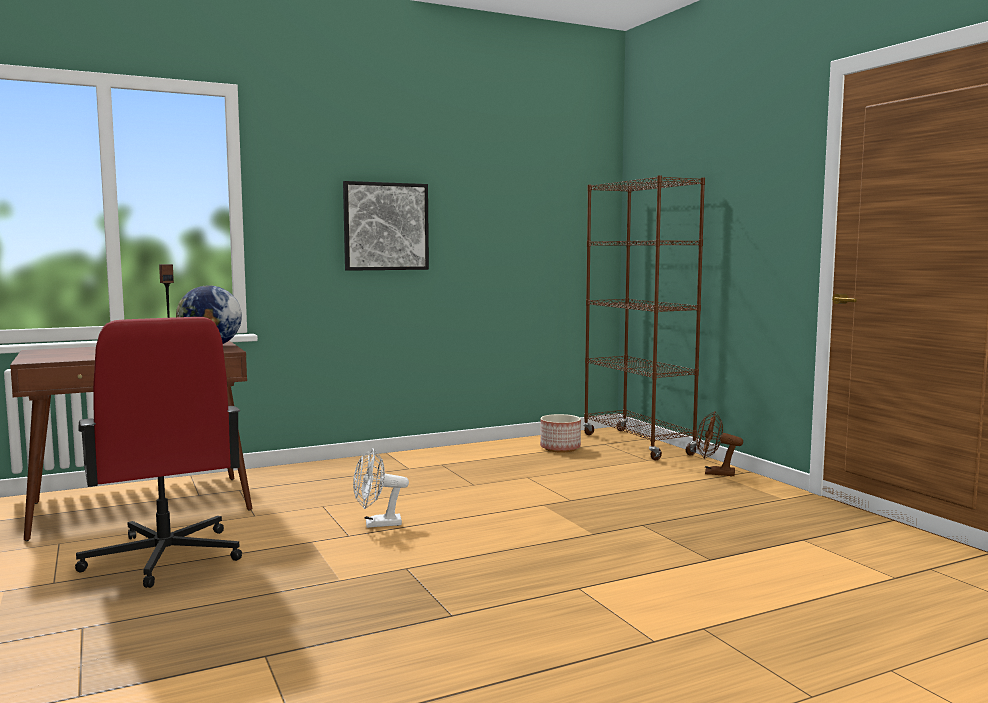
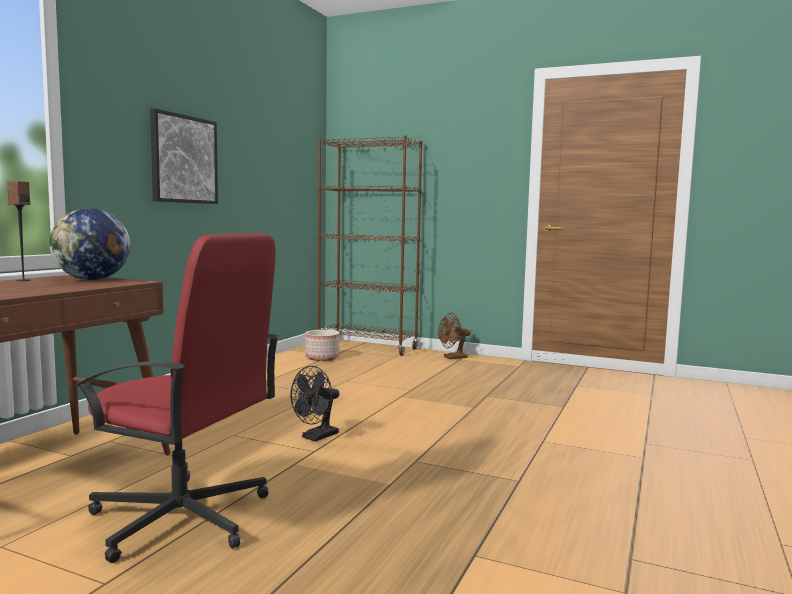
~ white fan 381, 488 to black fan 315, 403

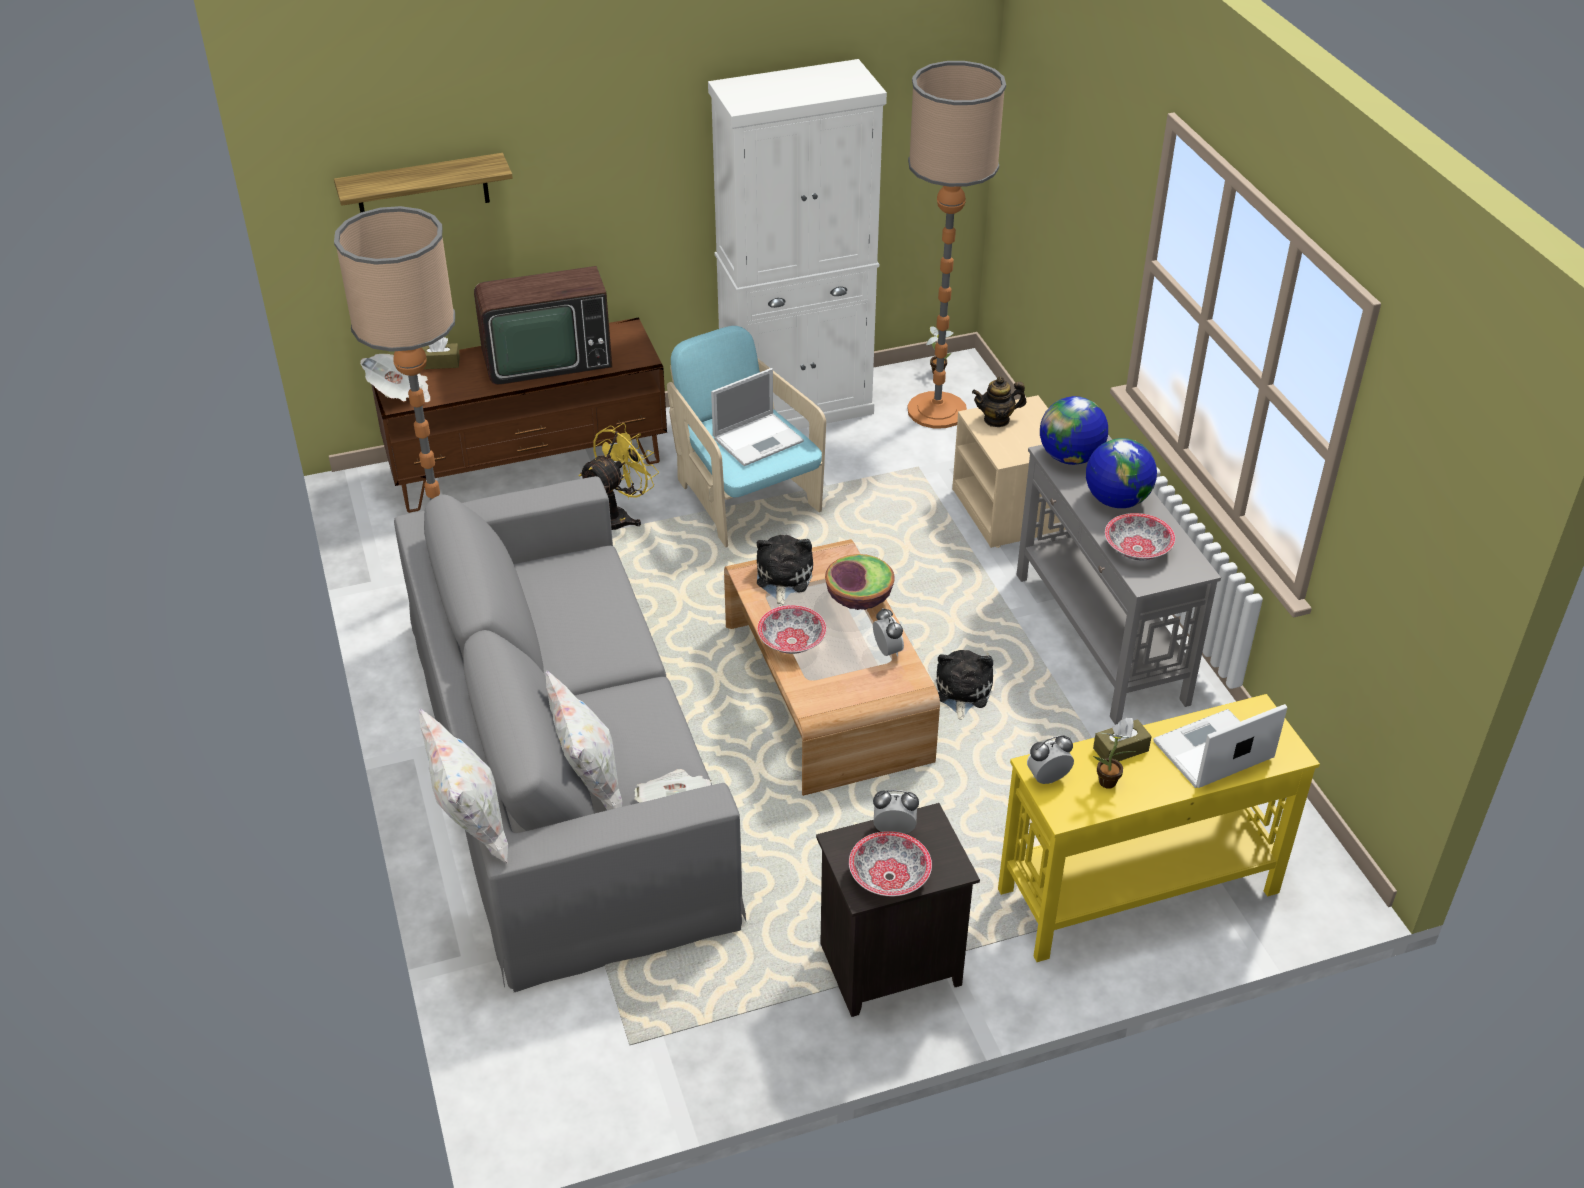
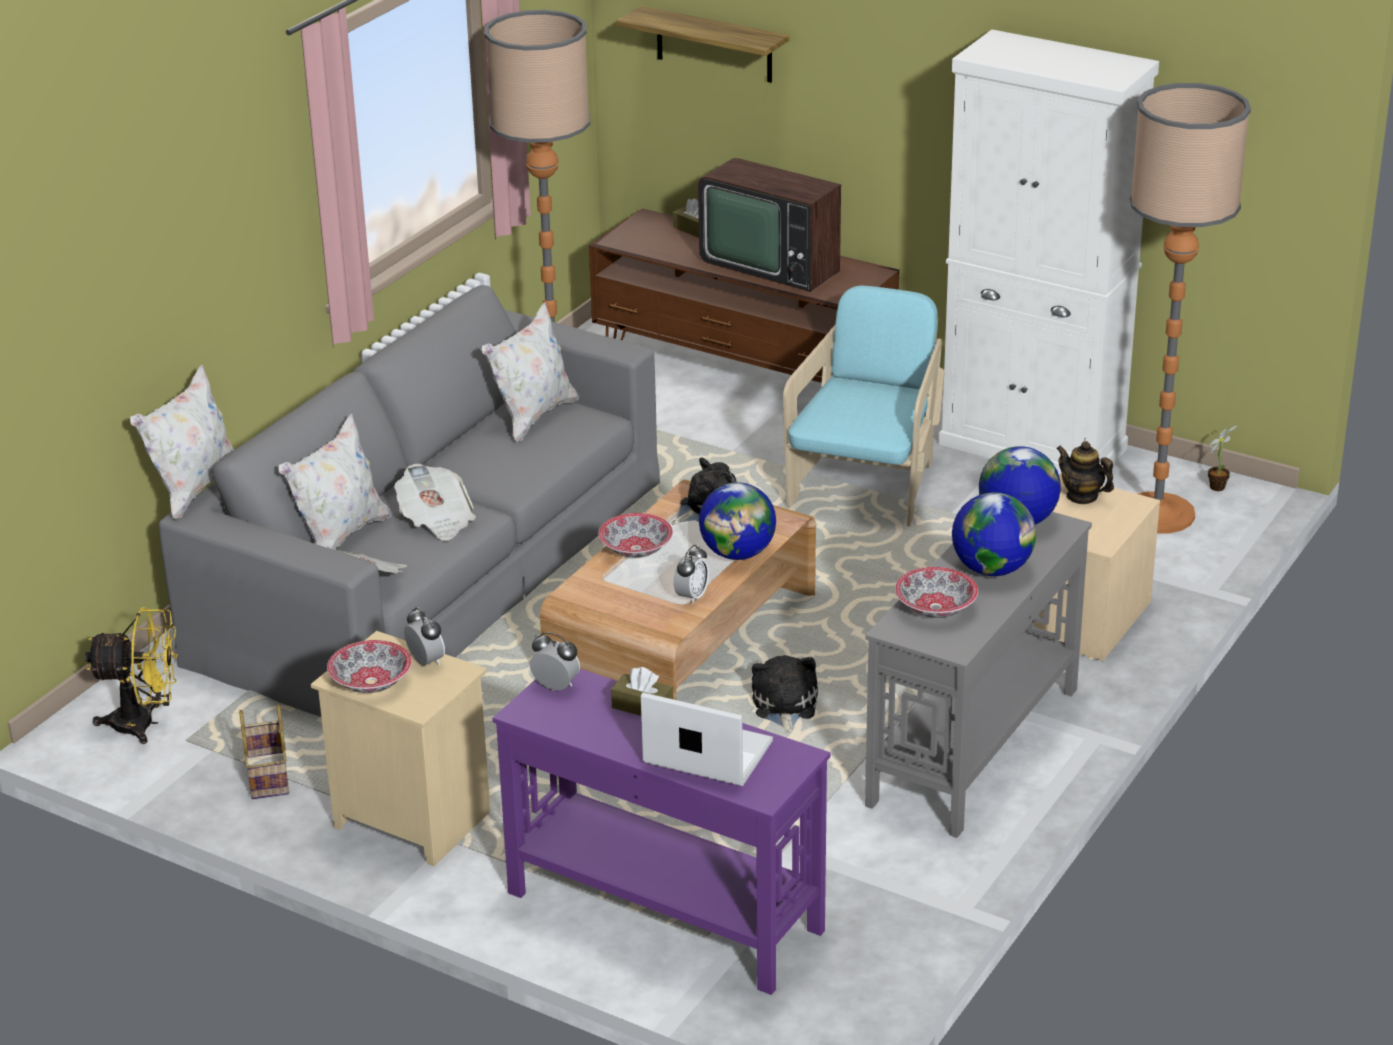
~ newspaper 395, 378 to 435, 502
~ yellow fan 619, 476 to 131, 675
- laptop 757, 417
~ black nightstand 898, 910 to beige nightstand 401, 748
~ bowl 860, 582 to globe 737, 521
~ plush toy 964, 685 = 785, 694 60 degrees counterclockwise
~ yellow console table 1159, 828 to purple console table 661, 832
- potted plant 1116, 761
+ basket 264, 752
+ white pillow 530, 372

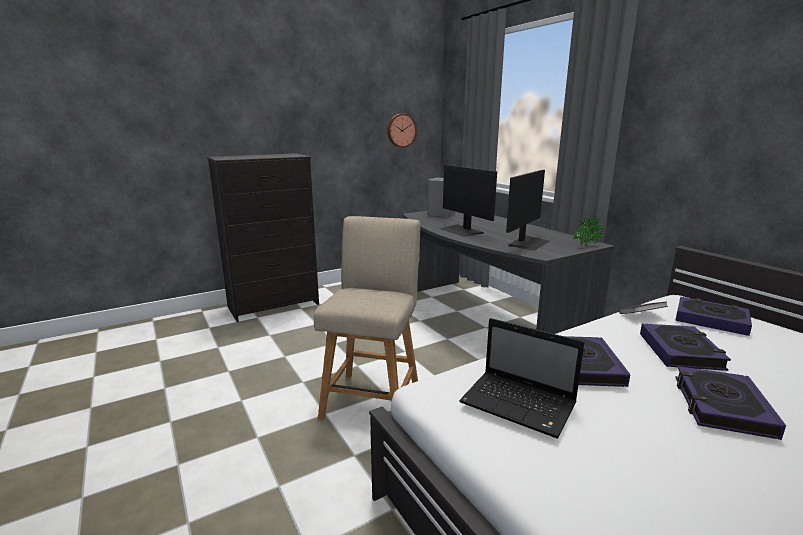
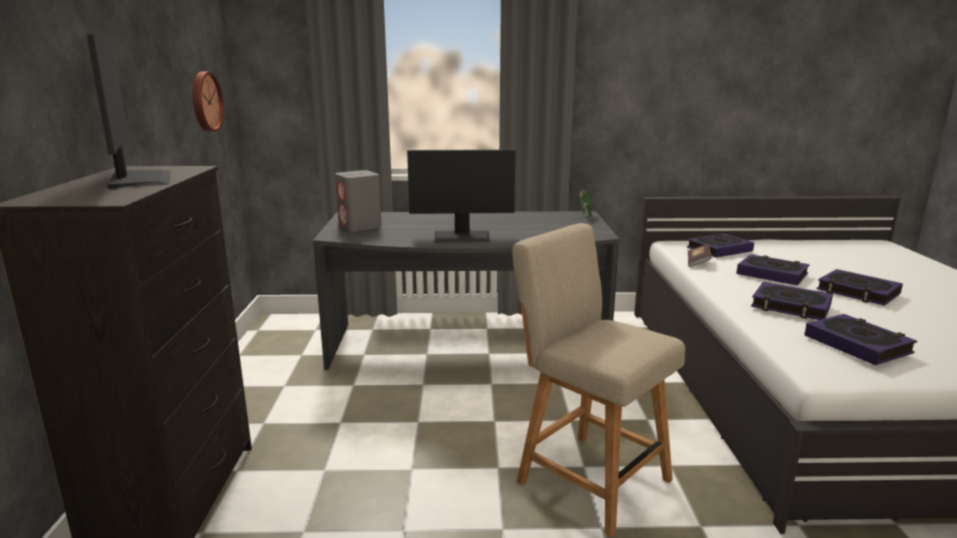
~ laptop 521, 378 to book 860, 339
~ monitor 528, 210 to 128, 111

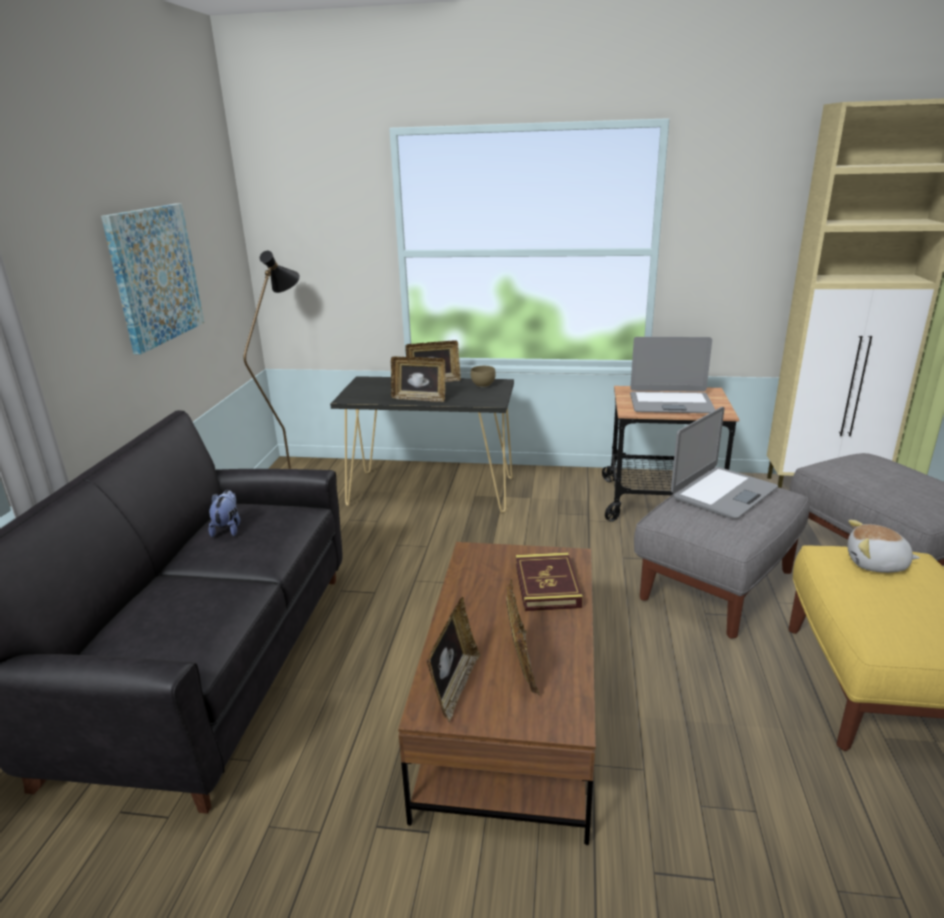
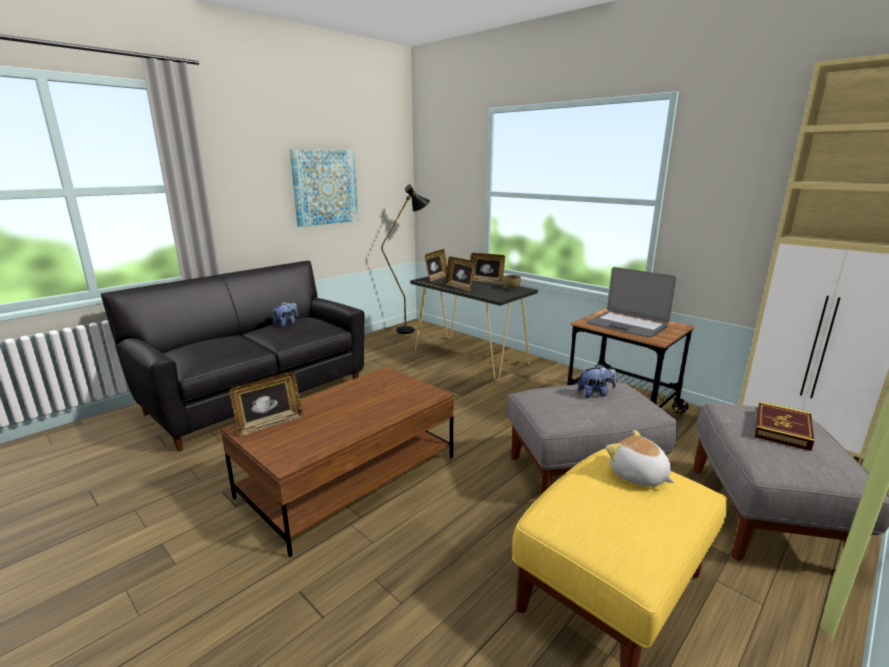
~ picture frame 523, 637 to 436, 265
~ book 549, 581 to 784, 426
~ laptop 724, 463 to plush toy 597, 381

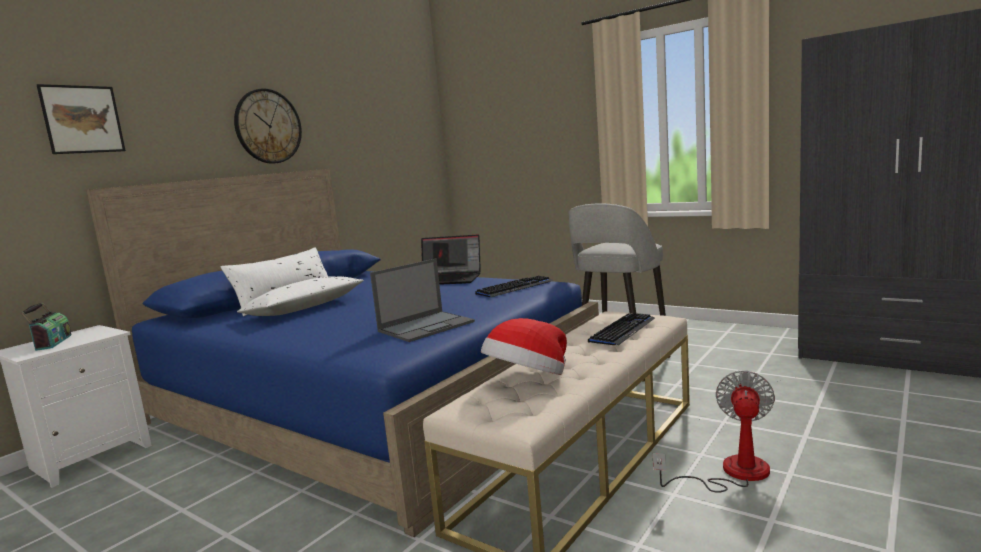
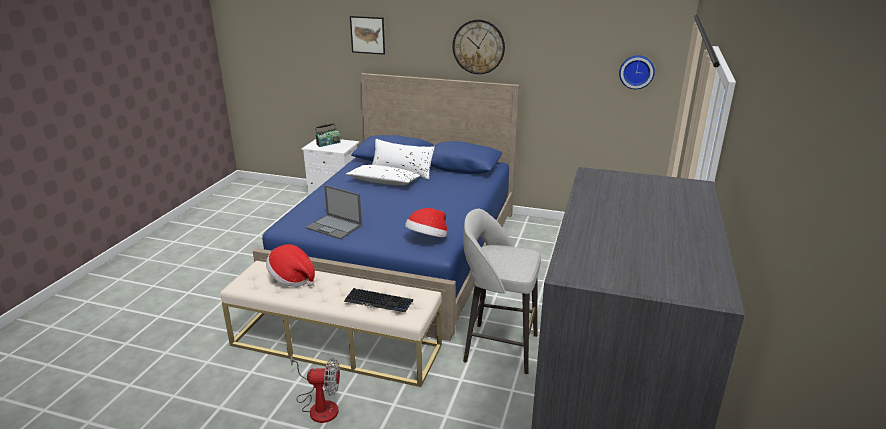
- laptop 451, 259
~ keyboard 514, 286 to hat 426, 222
+ wall clock 637, 72

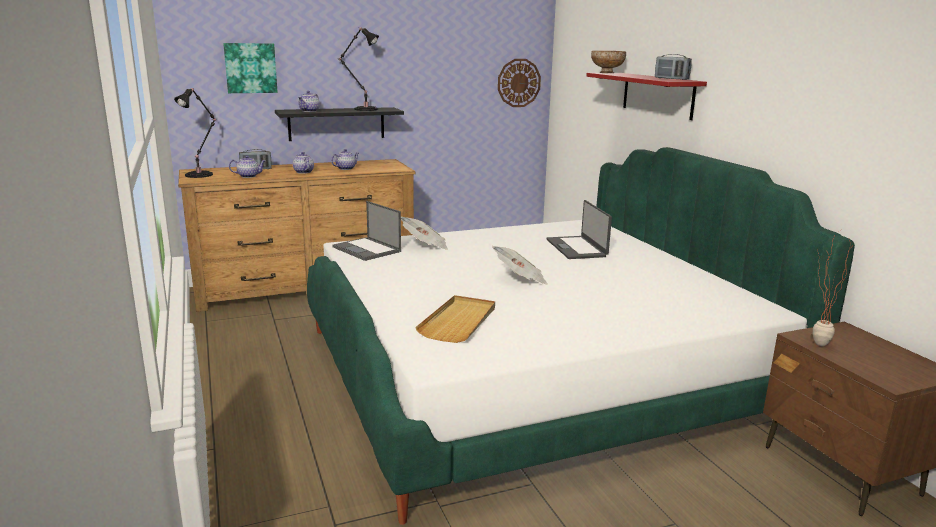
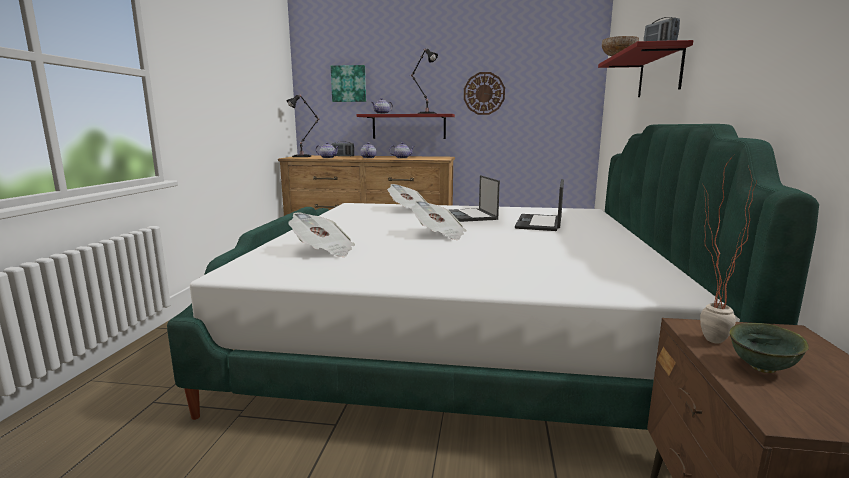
~ black shelf 339, 124 to red shelf 405, 126
~ laptop 367, 231 to 474, 198
~ beige tray 455, 319 to newspaper 322, 235
~ wall clock 519, 83 to 484, 93
+ green bowl 769, 348

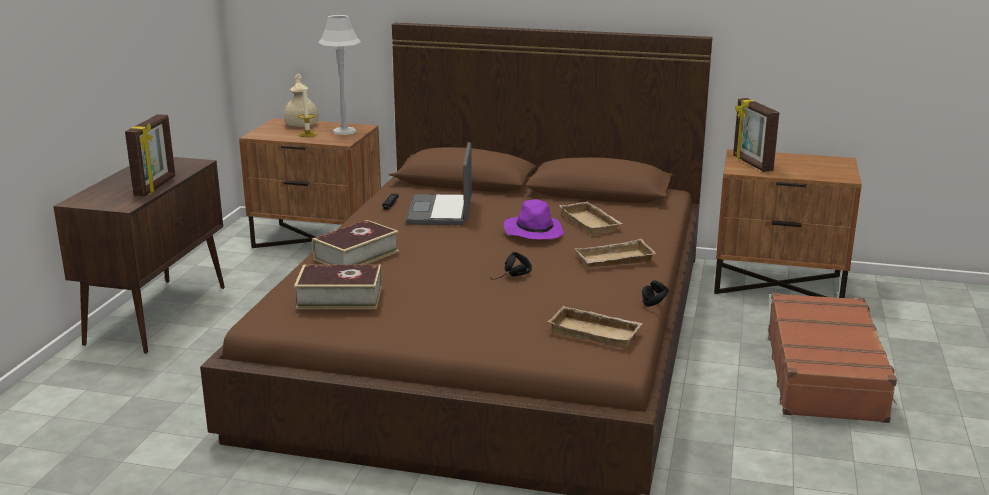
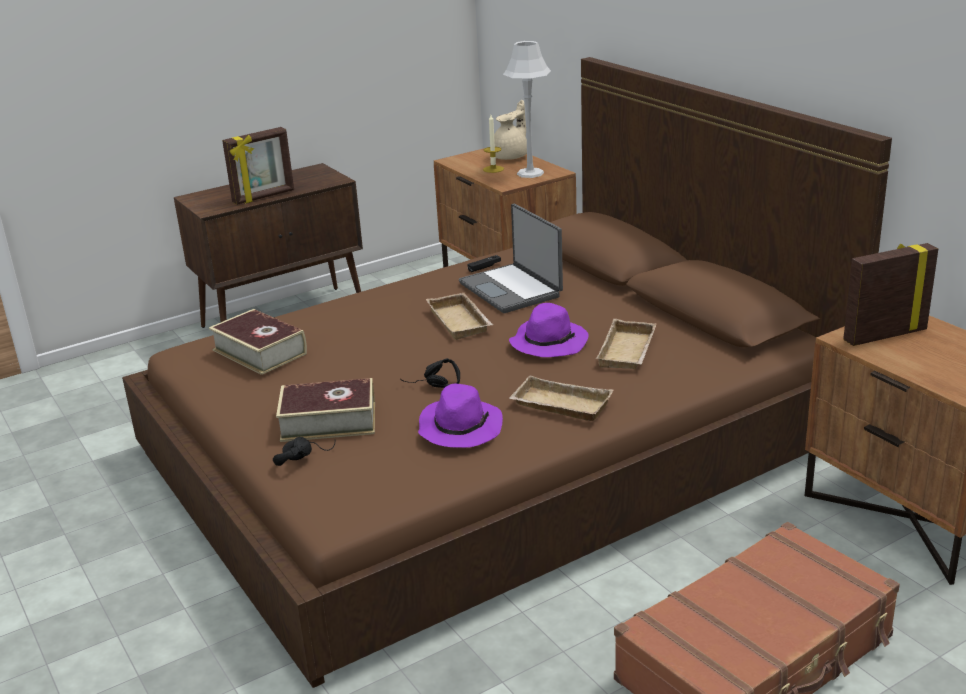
~ book 355, 242 to 325, 410
~ laptop 439, 183 = 511, 258 75 degrees counterclockwise
~ beige tray 595, 327 to 459, 316
~ black headphones 655, 293 to 304, 451
~ picture frame 756, 135 = 890, 294 45 degrees clockwise
+ purple hat 460, 416

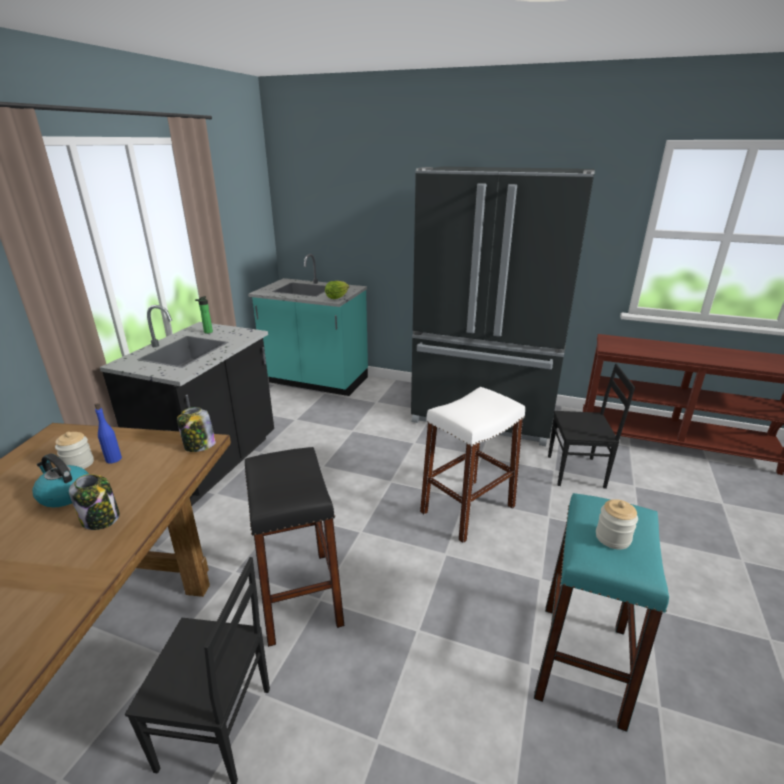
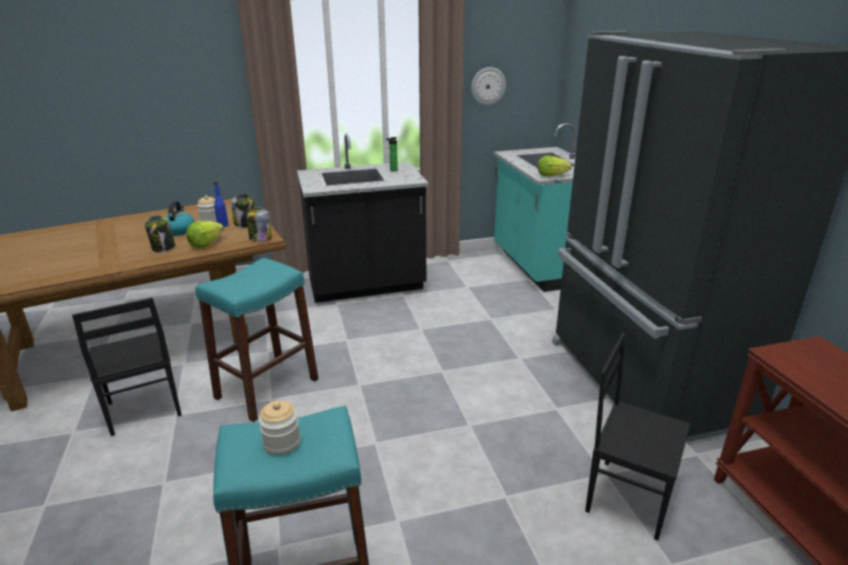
~ black stool 294, 547 to turquoise stool 256, 340
- white stool 472, 465
~ black chair 591, 426 = 637, 436 150 degrees clockwise
+ lettuce 205, 234
+ jar 242, 210
+ wall clock 488, 86

